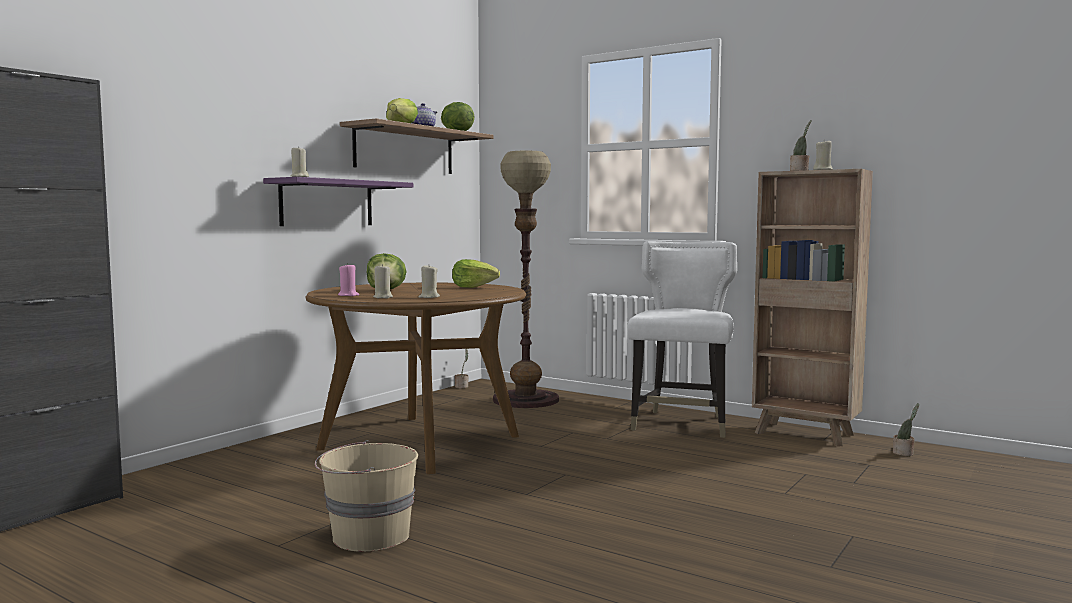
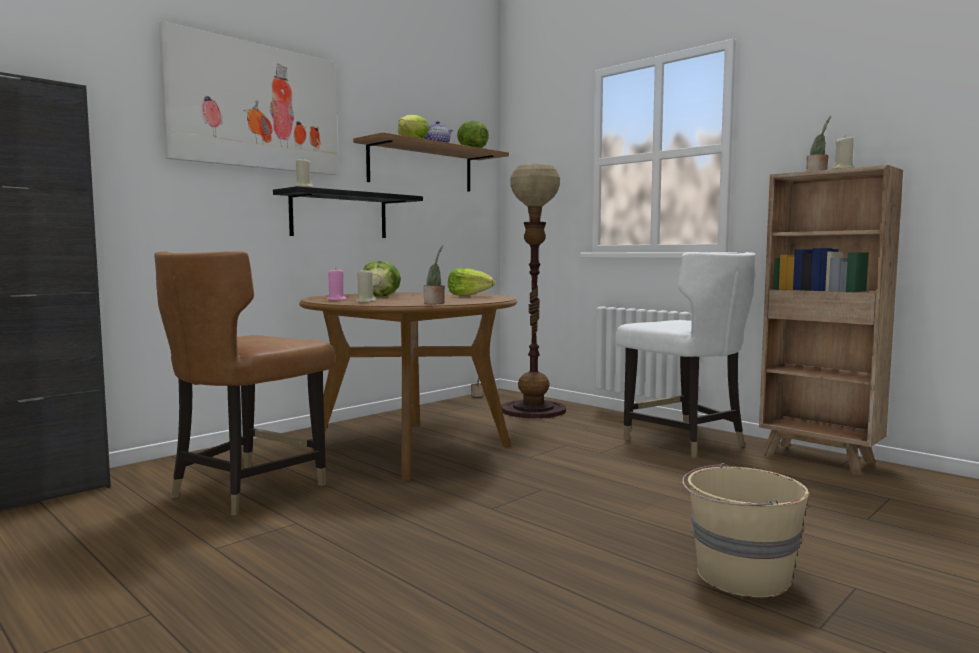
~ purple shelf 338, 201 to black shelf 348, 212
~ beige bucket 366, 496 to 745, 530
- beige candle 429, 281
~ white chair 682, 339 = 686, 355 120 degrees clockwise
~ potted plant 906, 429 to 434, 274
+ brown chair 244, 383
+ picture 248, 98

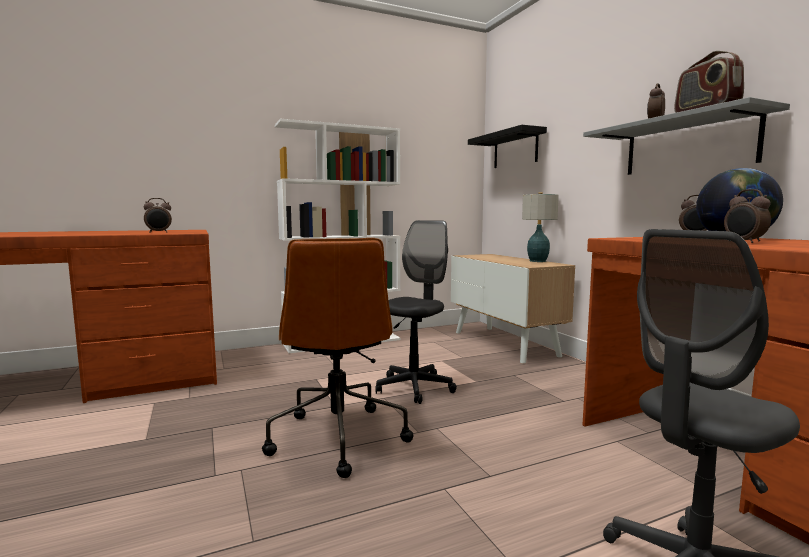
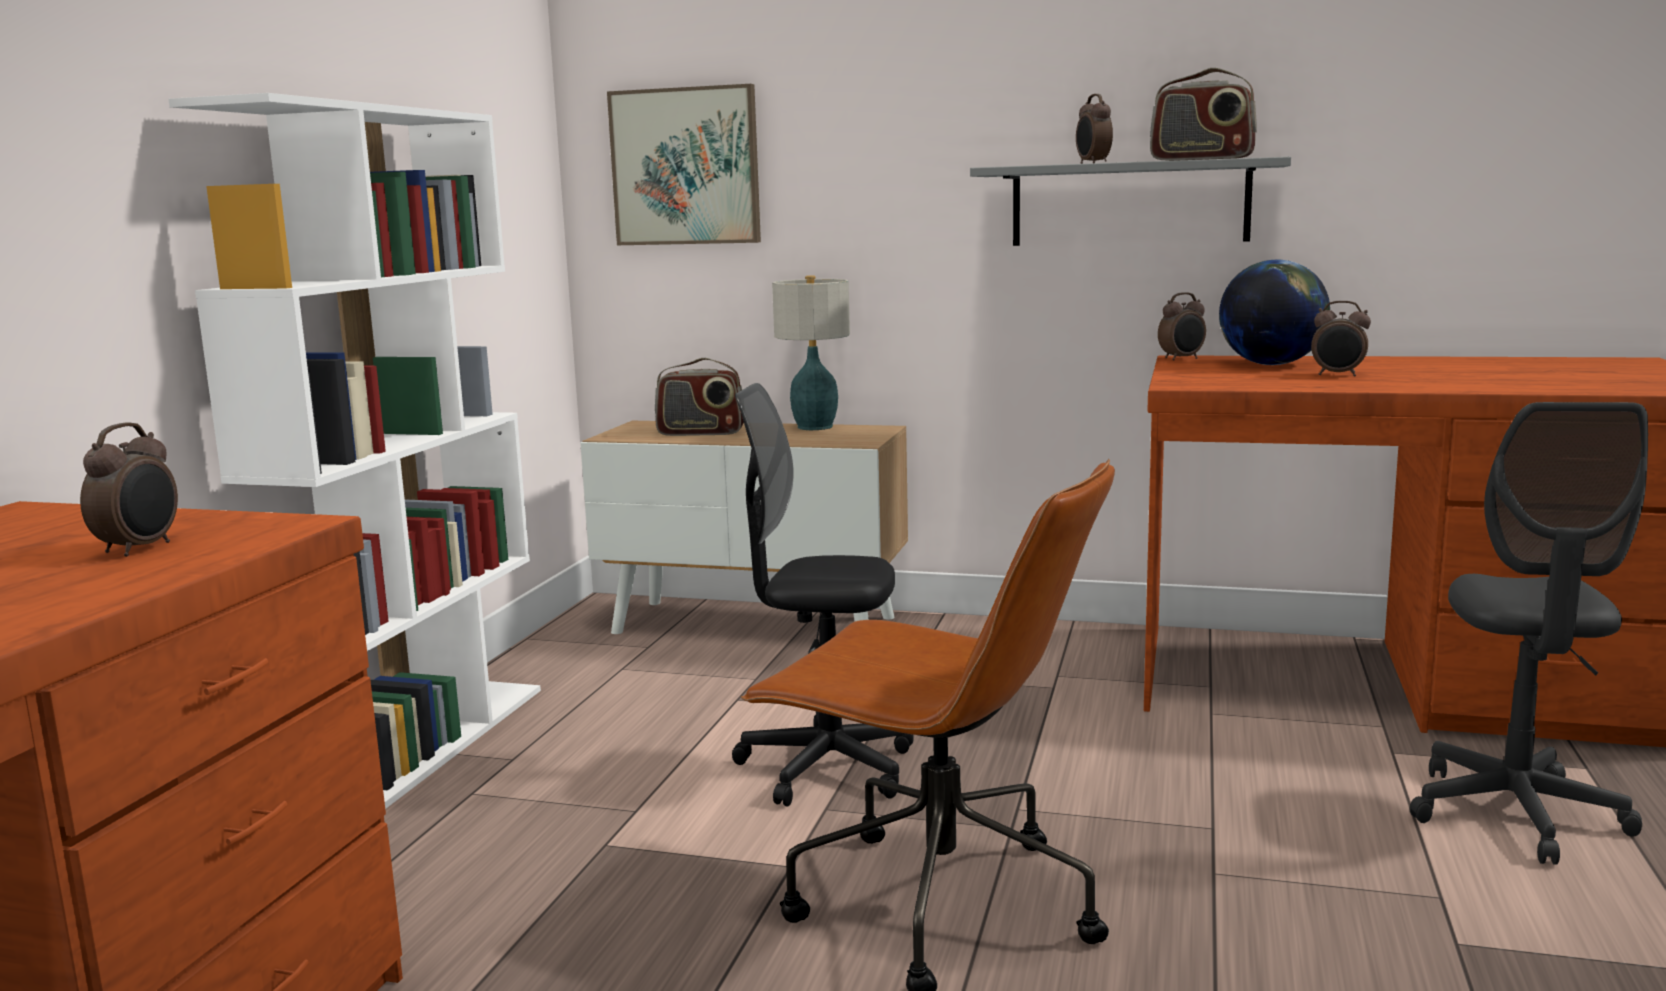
~ black office chair 416, 312 = 822, 595 60 degrees counterclockwise
~ black shelf 507, 146 to picture 684, 164
+ radio 699, 397

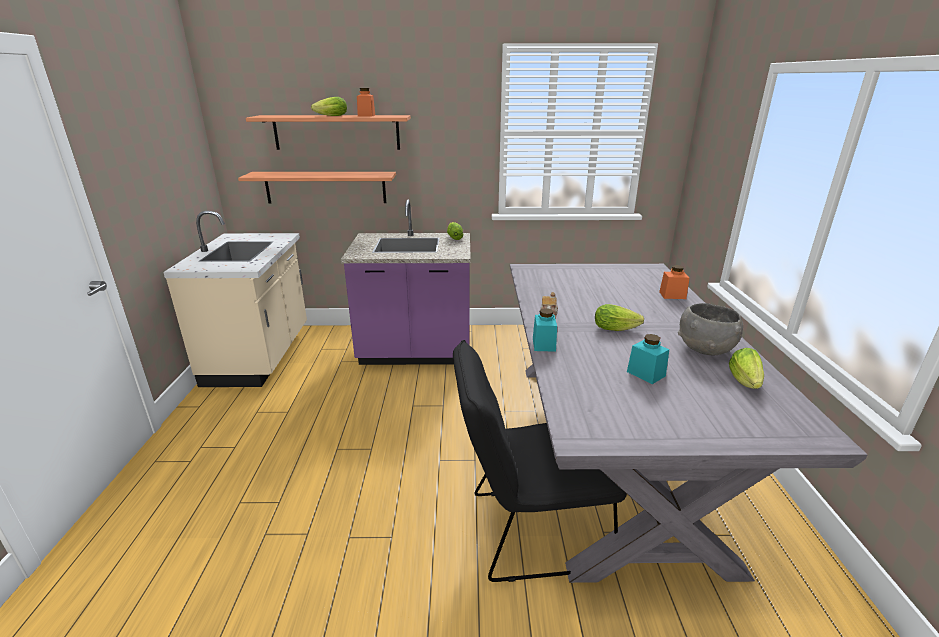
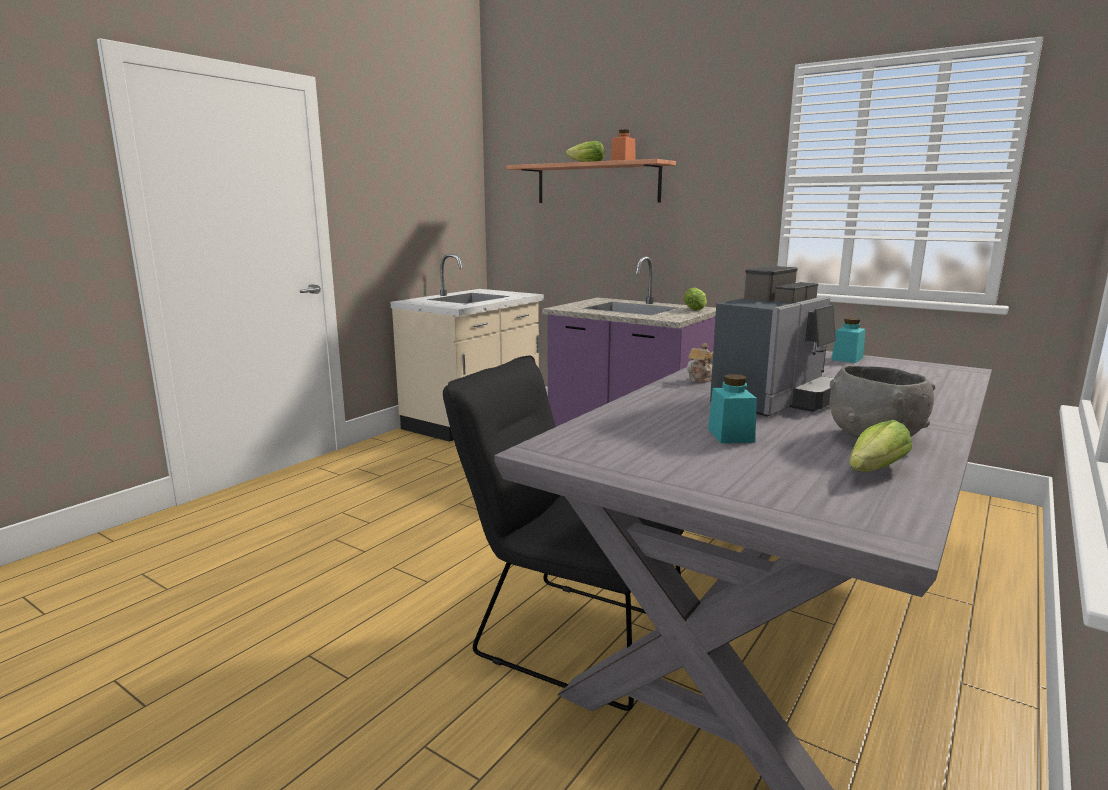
- shelf 317, 187
~ turquoise jar 545, 330 to 849, 340
~ lettuce 619, 317 to coffee machine 773, 341
- orange jar 674, 282

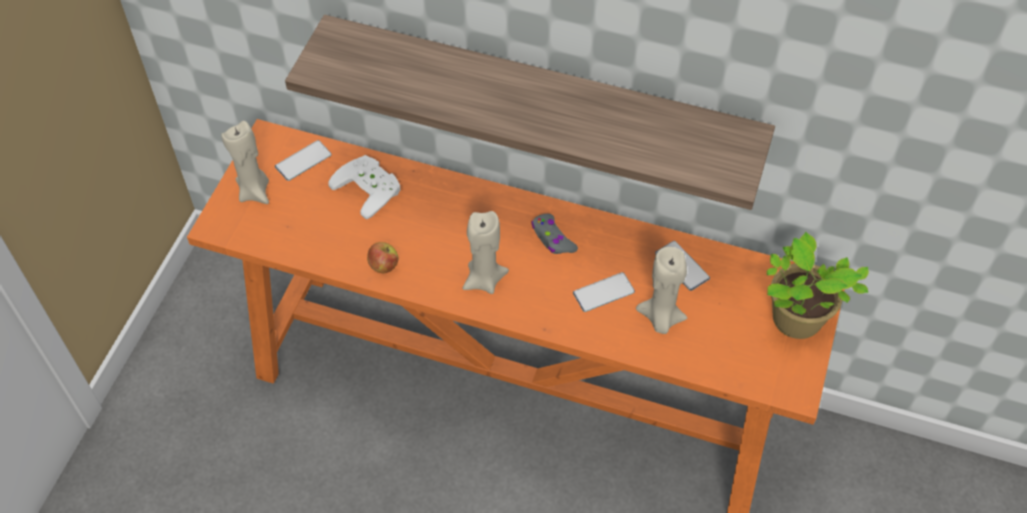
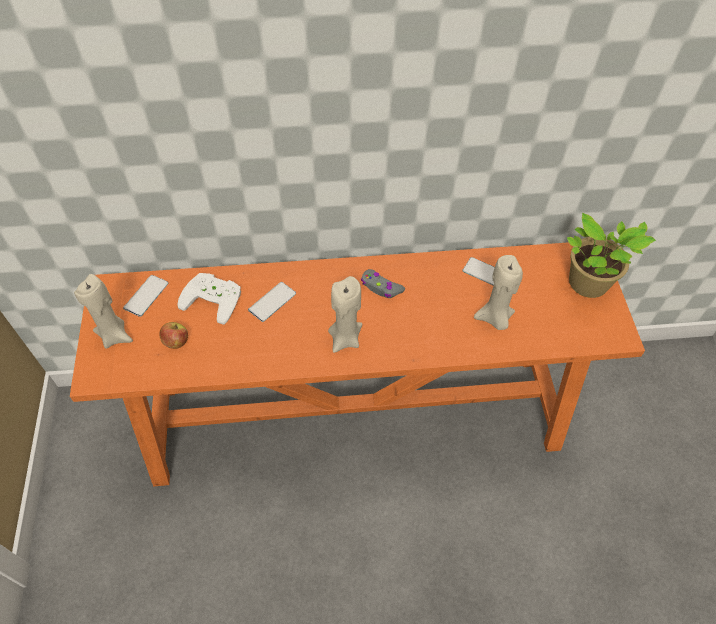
- shelf 530, 112
~ apple 382, 257 to 173, 335
~ phone 604, 292 to 272, 302

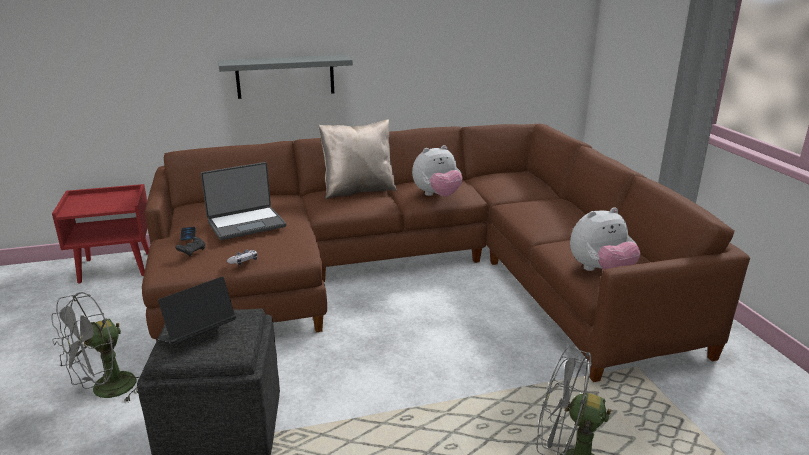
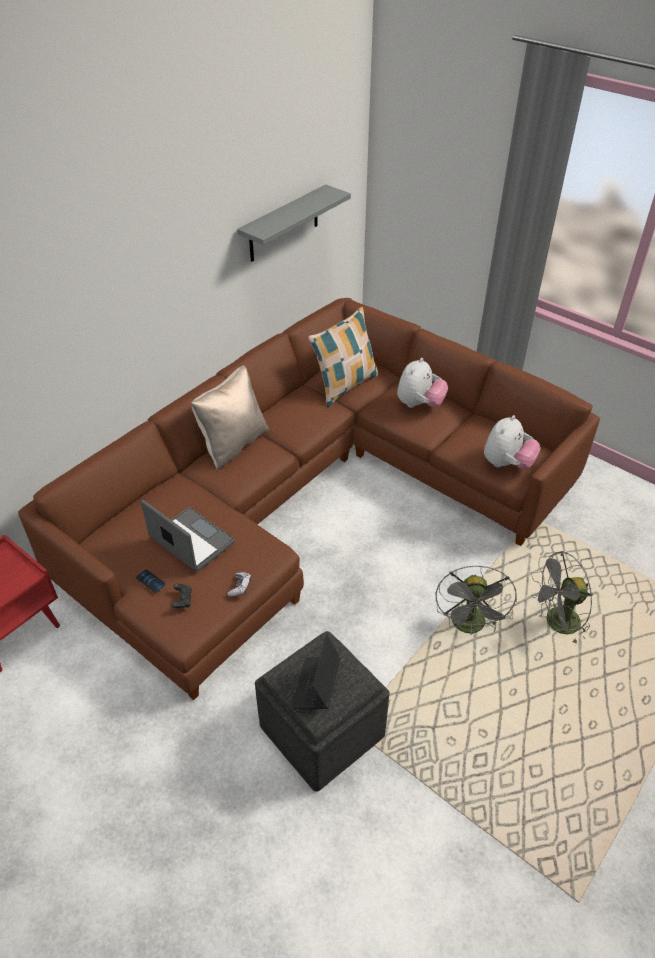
~ grey fan 95, 347 to 476, 600
~ laptop 243, 201 = 188, 536 75 degrees counterclockwise
~ grey shelf 286, 77 to 294, 223
~ plush toy 437, 171 to 422, 383
+ pillow 343, 357

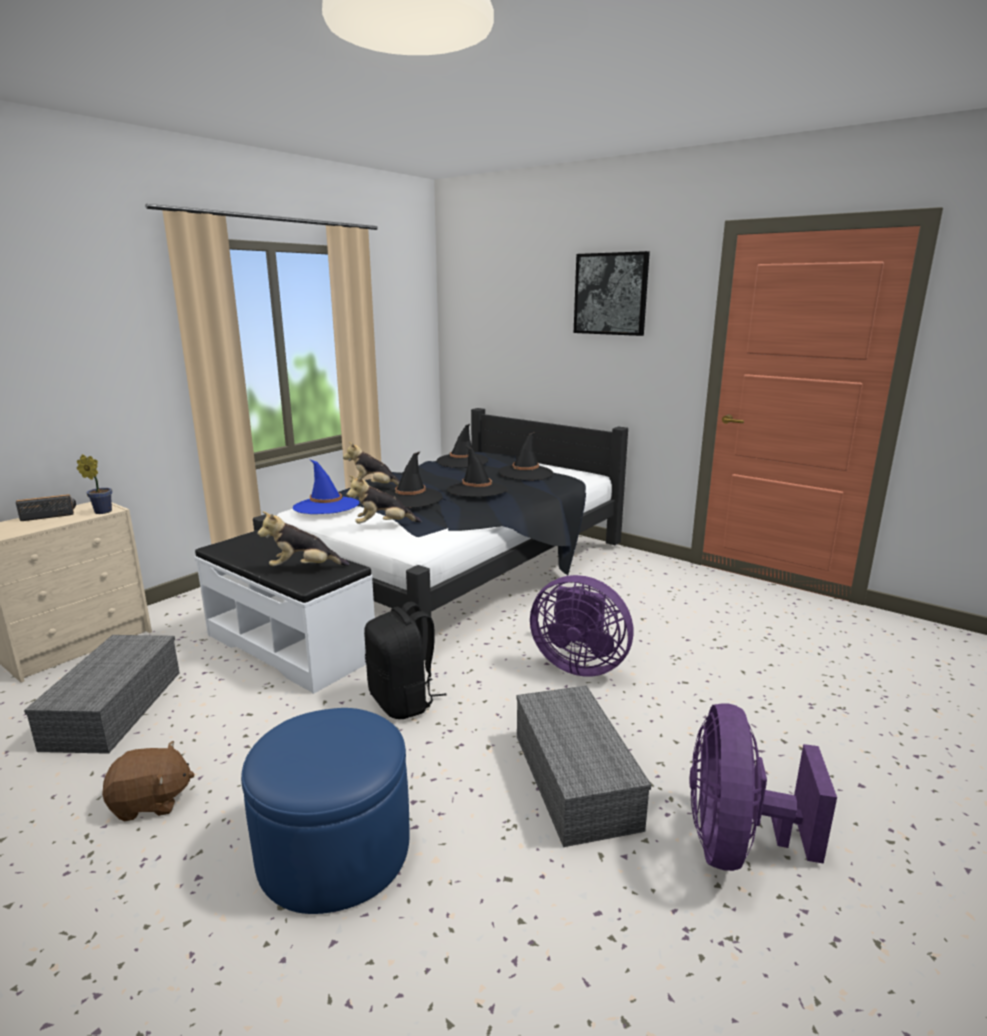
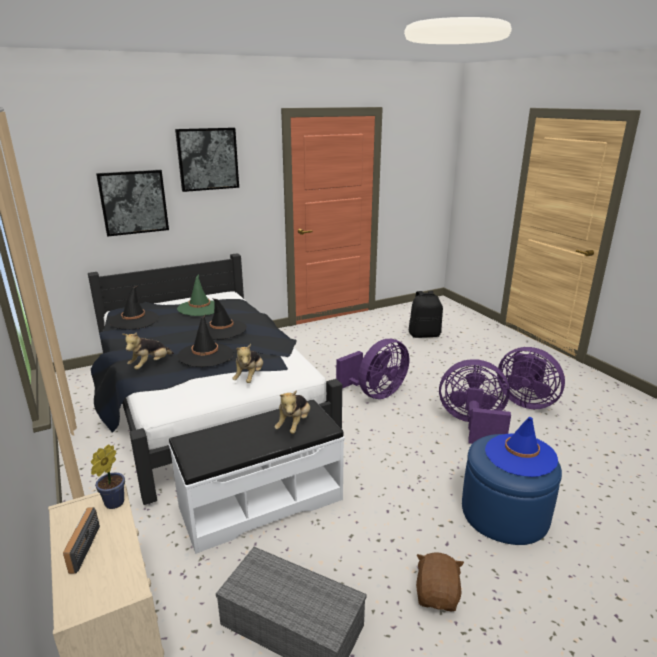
~ blue hat 326, 486 to 521, 447
~ black backpack 405, 660 to 426, 314
~ black hat 525, 456 to green hat 196, 295
~ grey storage box 583, 766 to purple fan 475, 401
+ picture 132, 203

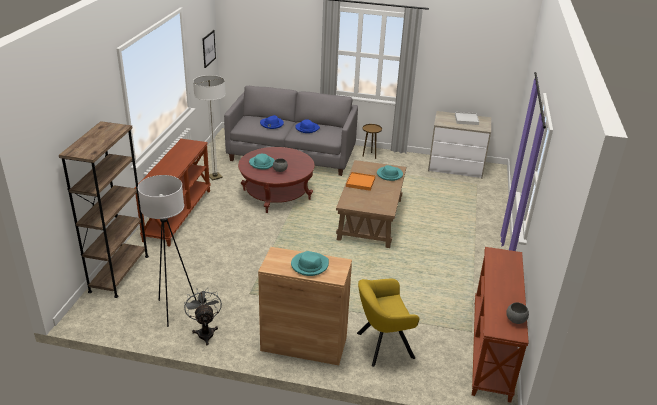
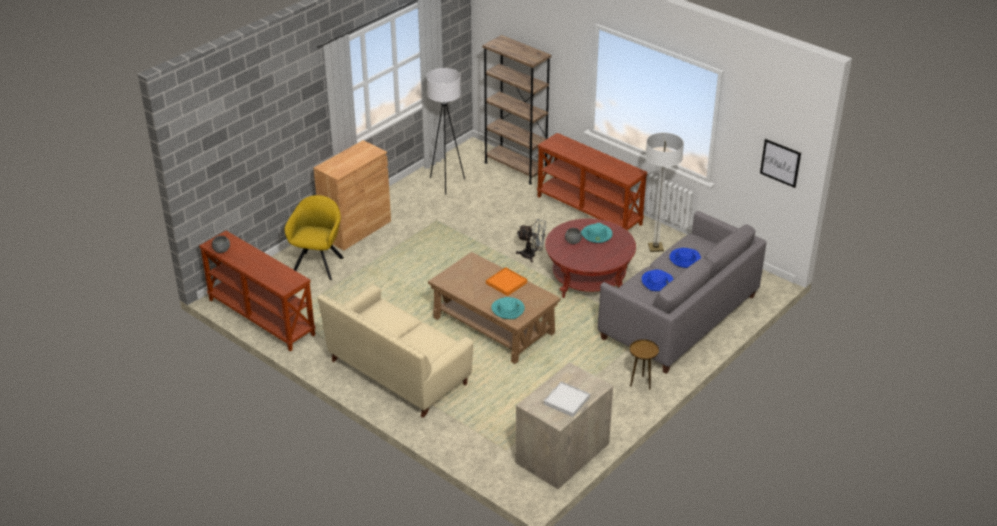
~ grey fan 203, 316 to 531, 240
- turquoise hat 310, 263
+ beige sofa 395, 351

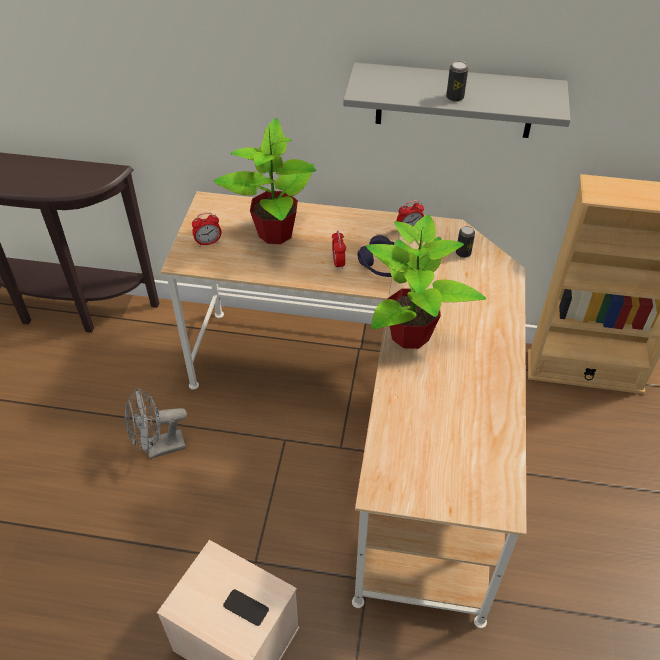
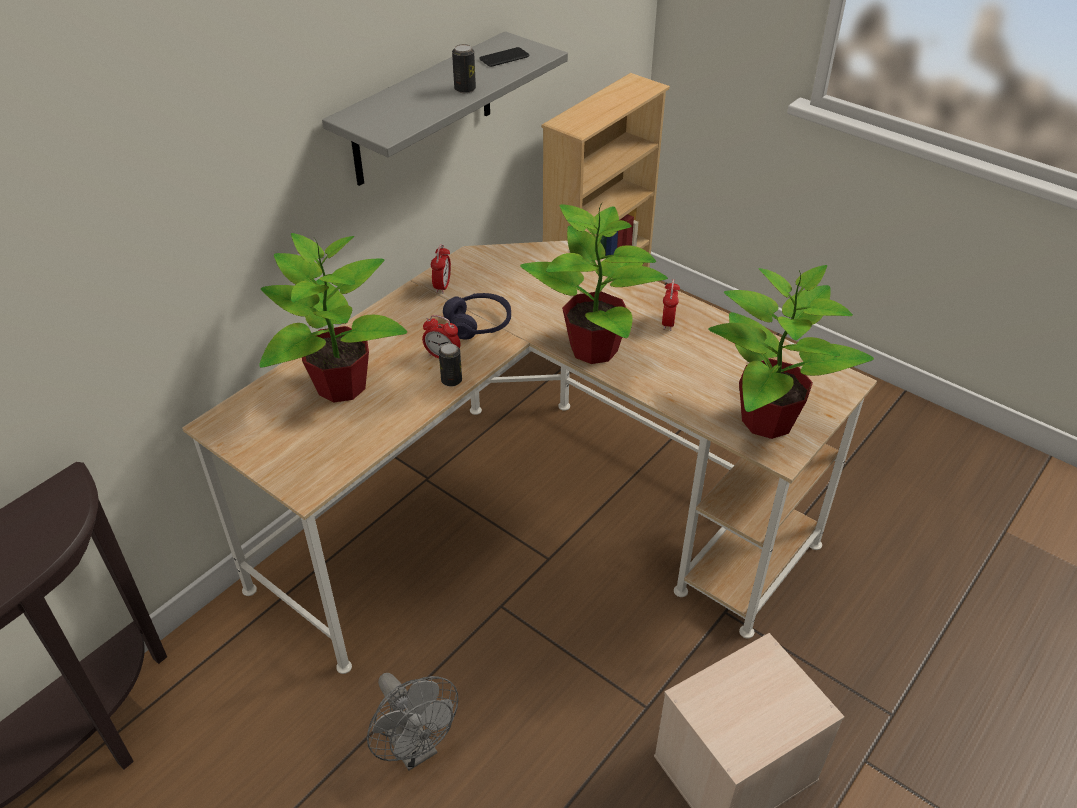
~ grey fan 156, 423 = 412, 722 45 degrees counterclockwise
~ alarm clock 206, 229 to 671, 305
~ phone 246, 607 to 504, 57
~ can 465, 242 to 450, 365
+ potted plant 791, 352

